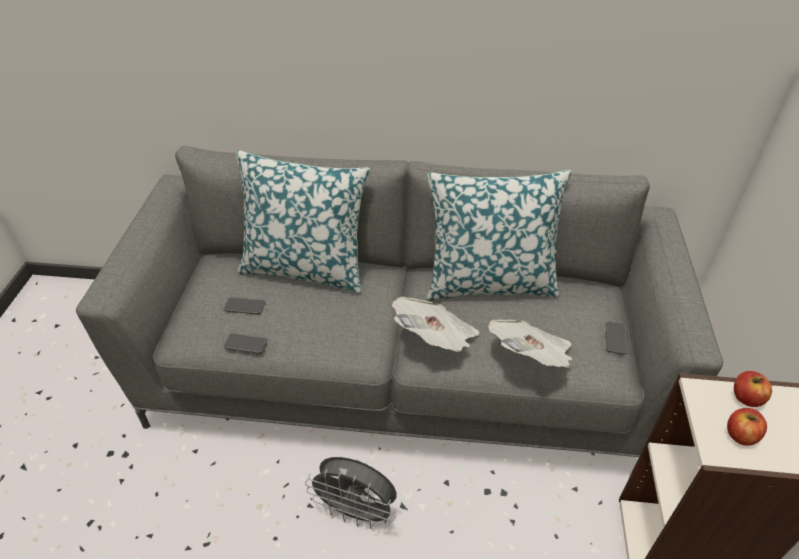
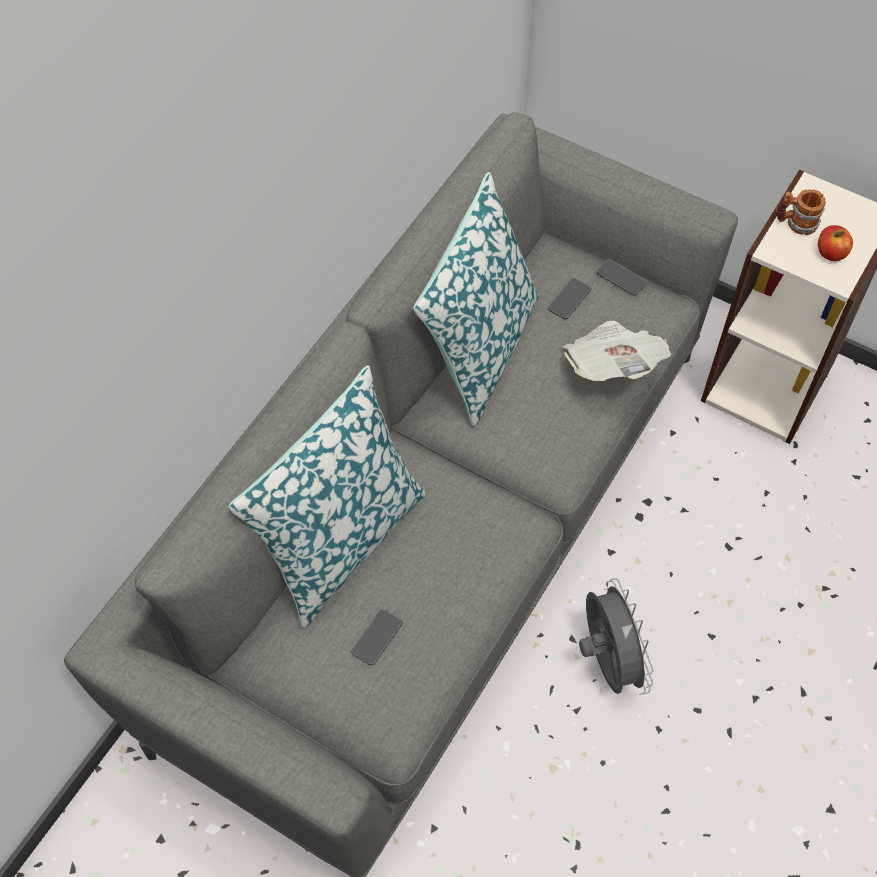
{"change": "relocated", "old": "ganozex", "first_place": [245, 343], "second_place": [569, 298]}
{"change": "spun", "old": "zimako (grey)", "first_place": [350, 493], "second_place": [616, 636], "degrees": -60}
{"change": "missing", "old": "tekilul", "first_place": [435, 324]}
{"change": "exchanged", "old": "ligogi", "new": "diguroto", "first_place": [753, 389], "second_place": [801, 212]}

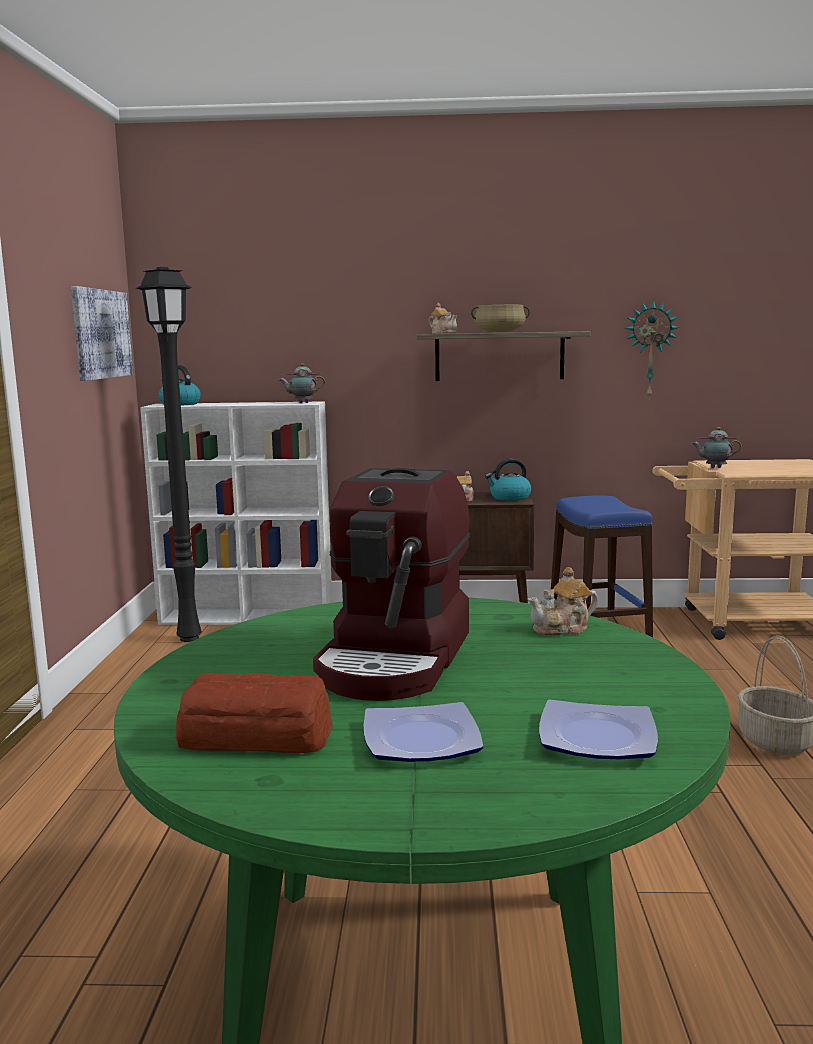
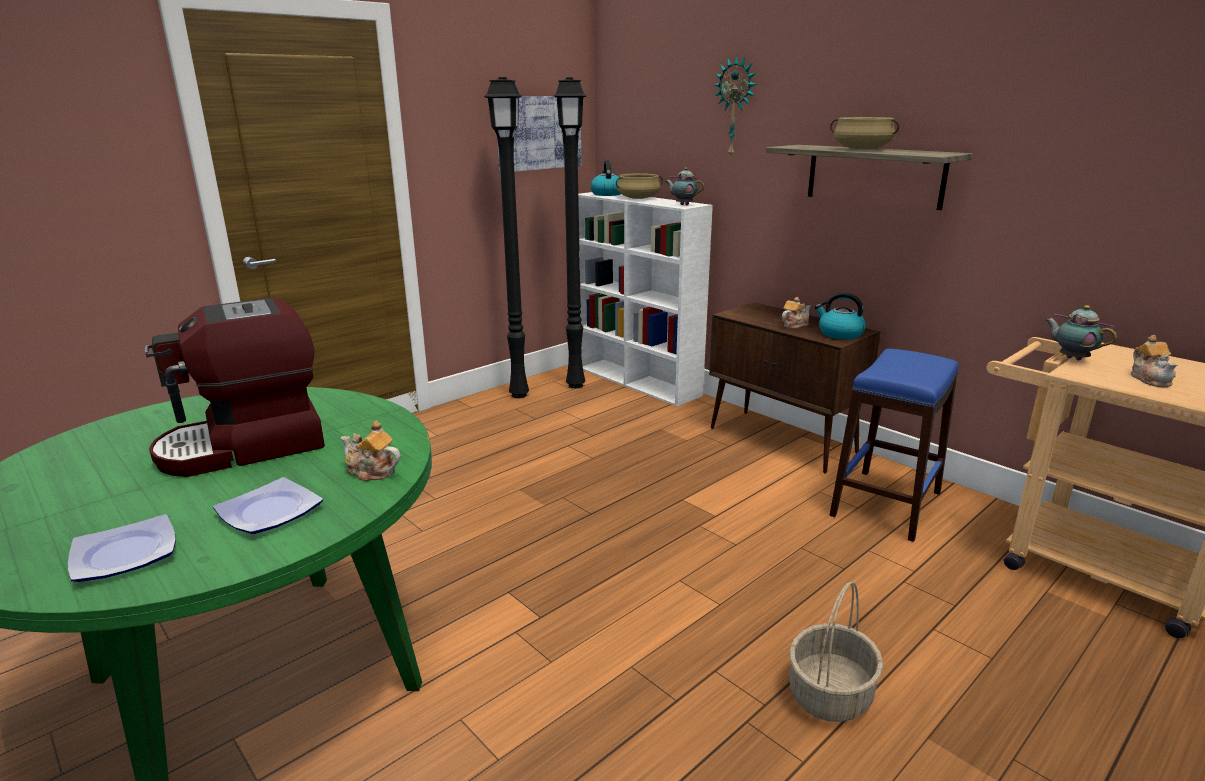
{"change": "missing", "old": "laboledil", "first_place": [254, 713]}
{"change": "relocated", "old": "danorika", "first_place": [423, 732], "second_place": [268, 505]}
{"change": "relocated", "old": "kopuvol", "first_place": [443, 318], "second_place": [1154, 361]}
{"change": "relocated", "old": "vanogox", "first_place": [652, 349], "second_place": [735, 106]}
{"change": "appeared", "new": "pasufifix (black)", "second_place": [506, 237]}
{"change": "appeared", "new": "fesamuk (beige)", "second_place": [639, 186]}

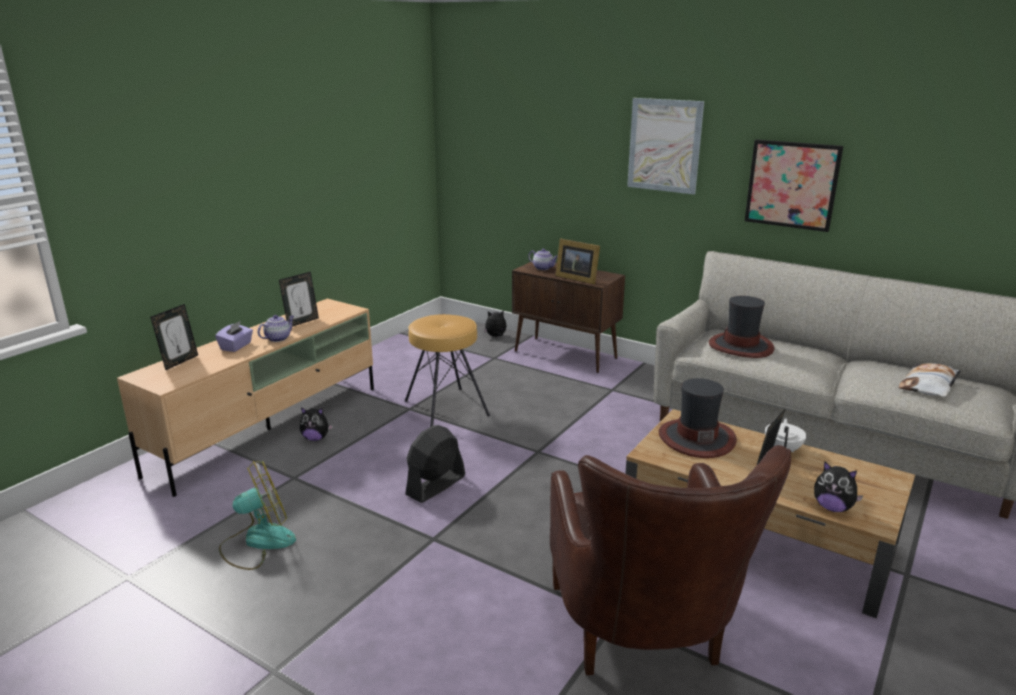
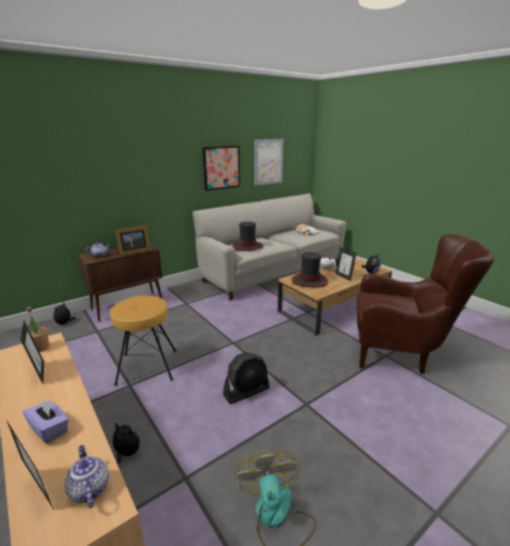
{"change": "relocated", "old": "kopuvol", "first_place": [276, 328], "second_place": [86, 476]}
{"change": "spun", "old": "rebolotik", "first_place": [316, 424], "second_place": [124, 443], "degrees": -90}
{"change": "spun", "old": "zimako (black)", "first_place": [435, 464], "second_place": [246, 378], "degrees": -90}
{"change": "relocated", "old": "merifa", "first_place": [665, 146], "second_place": [269, 162]}
{"change": "appeared", "new": "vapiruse", "second_place": [38, 329]}

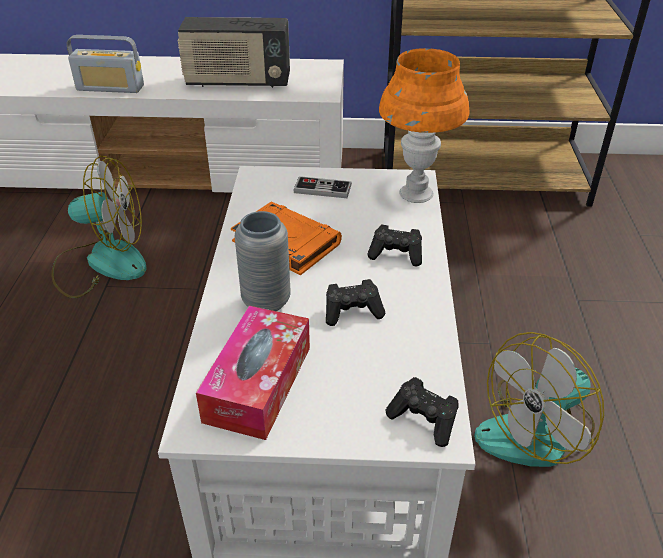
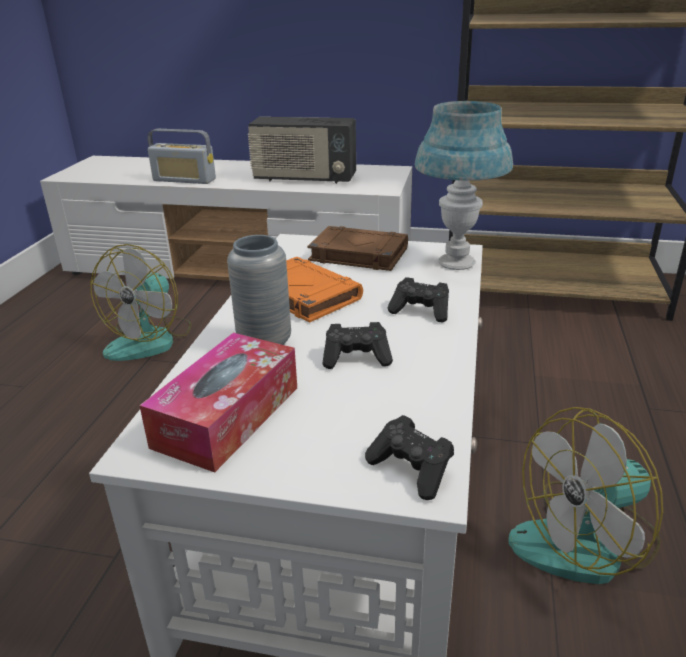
{"change": "spun", "old": "zimako", "first_place": [99, 227], "second_place": [140, 302], "degrees": 105}
{"change": "exchanged", "old": "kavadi", "new": "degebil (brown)", "first_place": [322, 187], "second_place": [357, 248]}
{"change": "colour", "old": "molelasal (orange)", "new": "molelasal (blue)", "first_place": [424, 125], "second_place": [464, 185]}

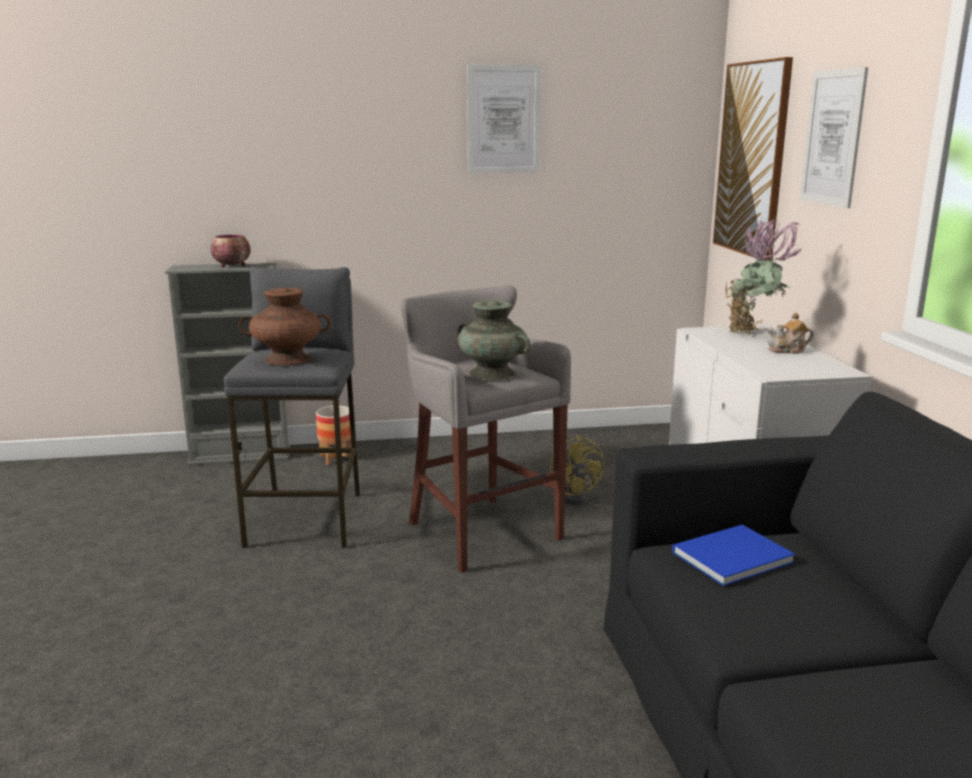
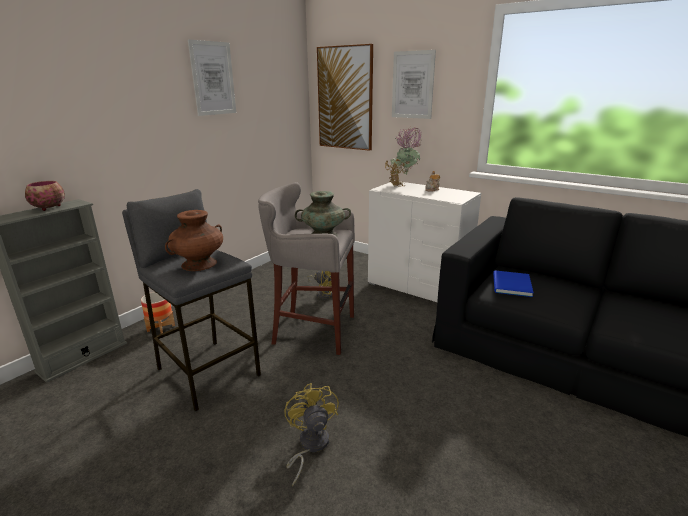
{"change": "appeared", "new": "zimako (yellow)", "second_place": [311, 434]}

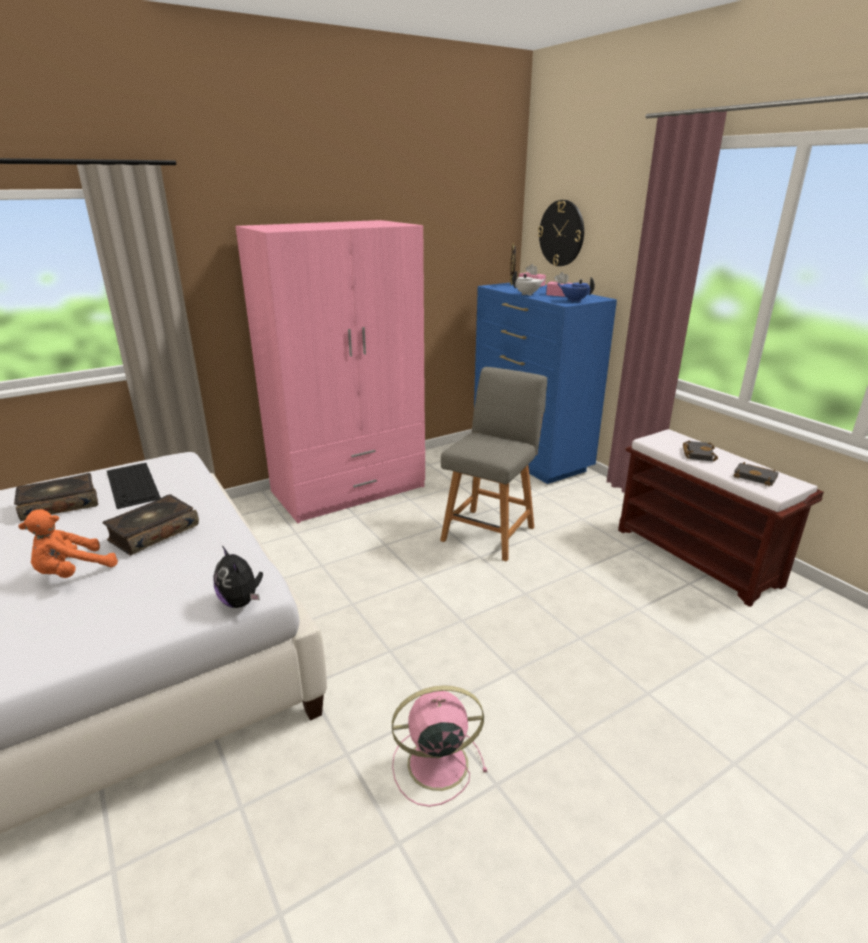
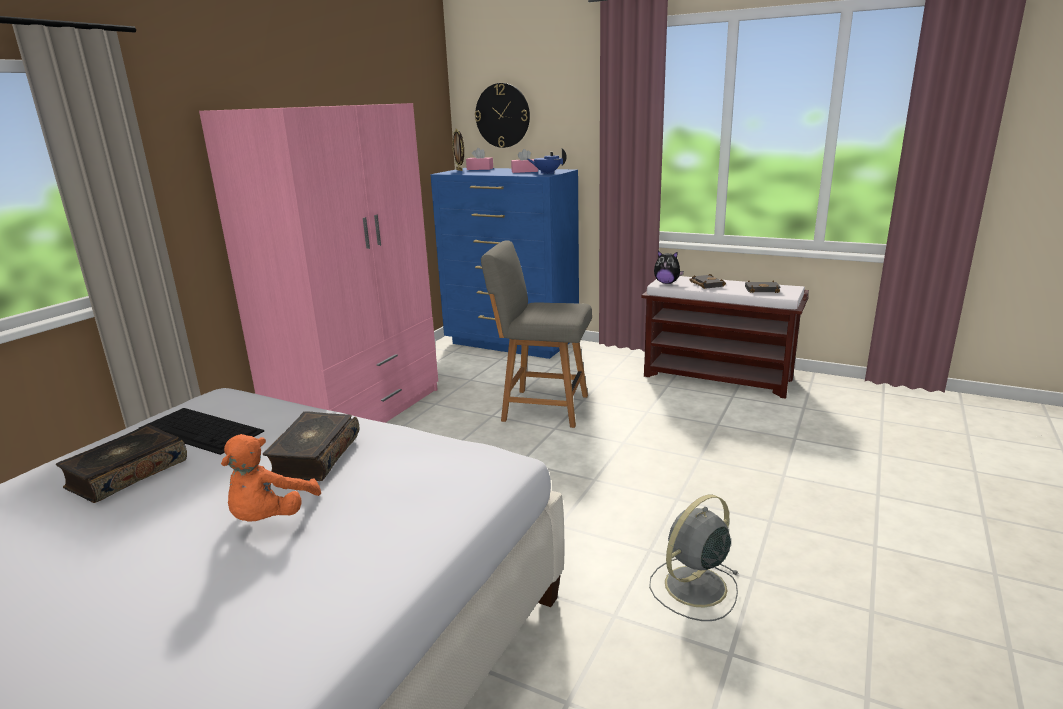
{"change": "relocated", "old": "rebolotik", "first_place": [238, 577], "second_place": [669, 267]}
{"change": "colour", "old": "zimako (pink)", "new": "zimako (grey)", "first_place": [439, 746], "second_place": [694, 558]}
{"change": "spun", "old": "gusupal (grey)", "first_place": [493, 464], "second_place": [536, 334], "degrees": -75}
{"change": "missing", "old": "kopuvol (white)", "first_place": [528, 283]}

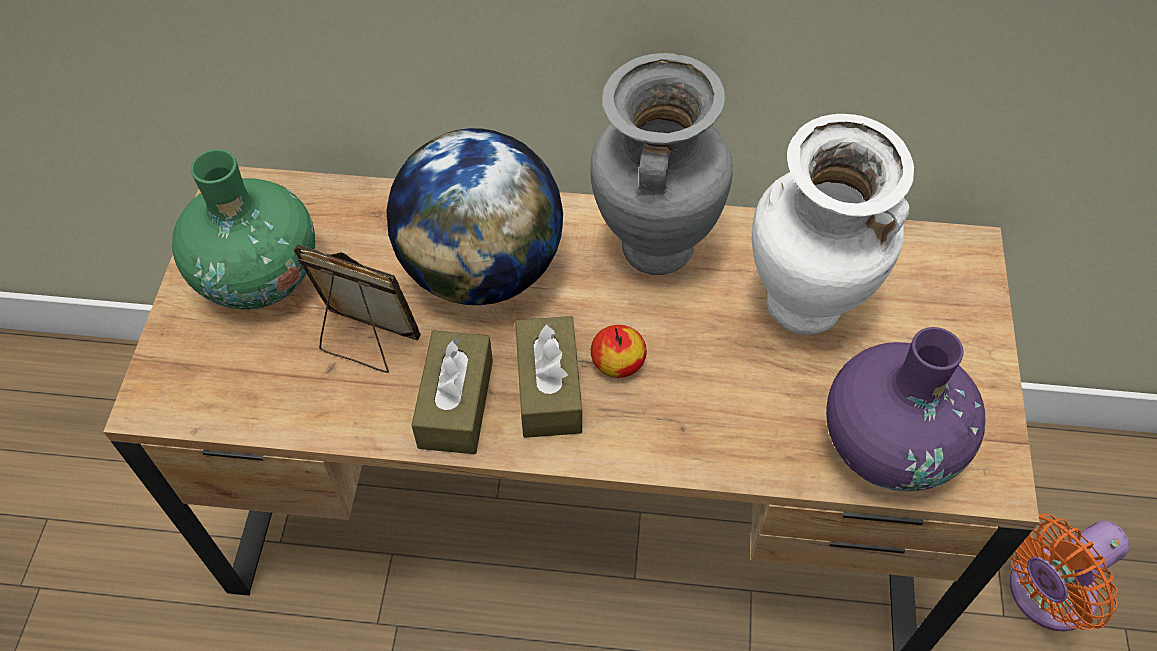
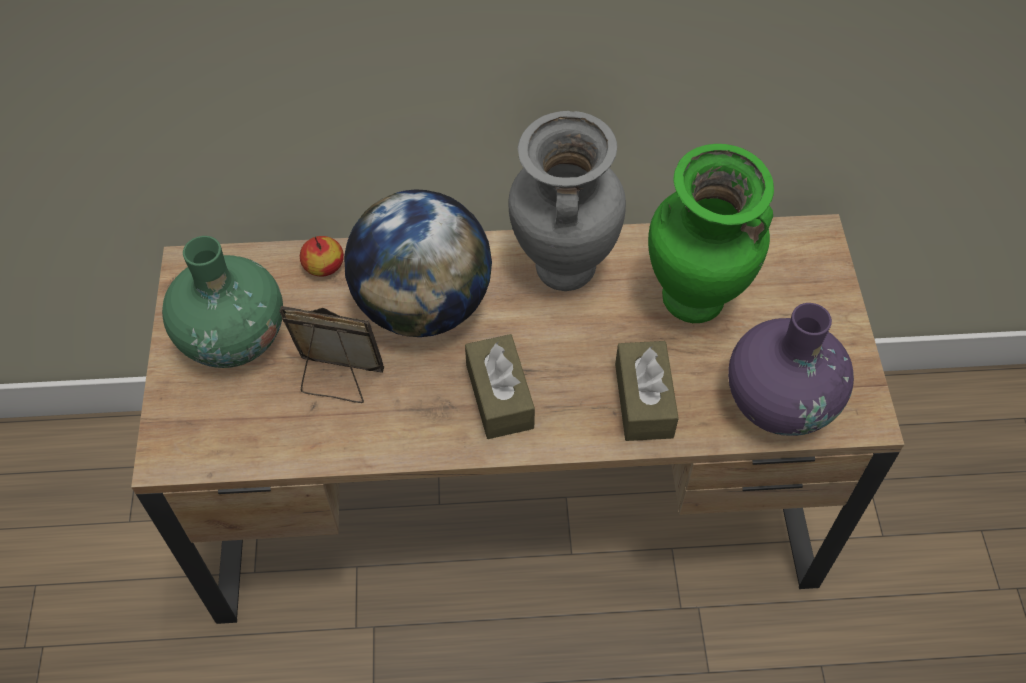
{"change": "relocated", "old": "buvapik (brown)", "first_place": [452, 392], "second_place": [647, 391]}
{"change": "relocated", "old": "ligogi", "first_place": [619, 351], "second_place": [322, 256]}
{"change": "colour", "old": "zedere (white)", "new": "zedere (green)", "first_place": [833, 224], "second_place": [711, 233]}
{"change": "missing", "old": "zimako (orange)", "first_place": [1069, 572]}

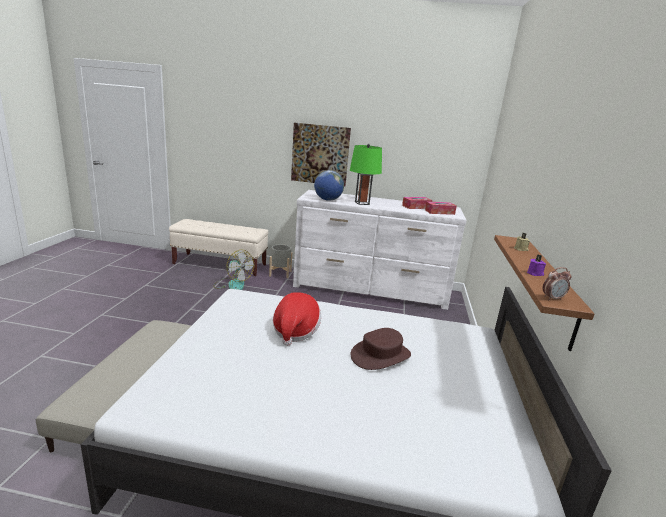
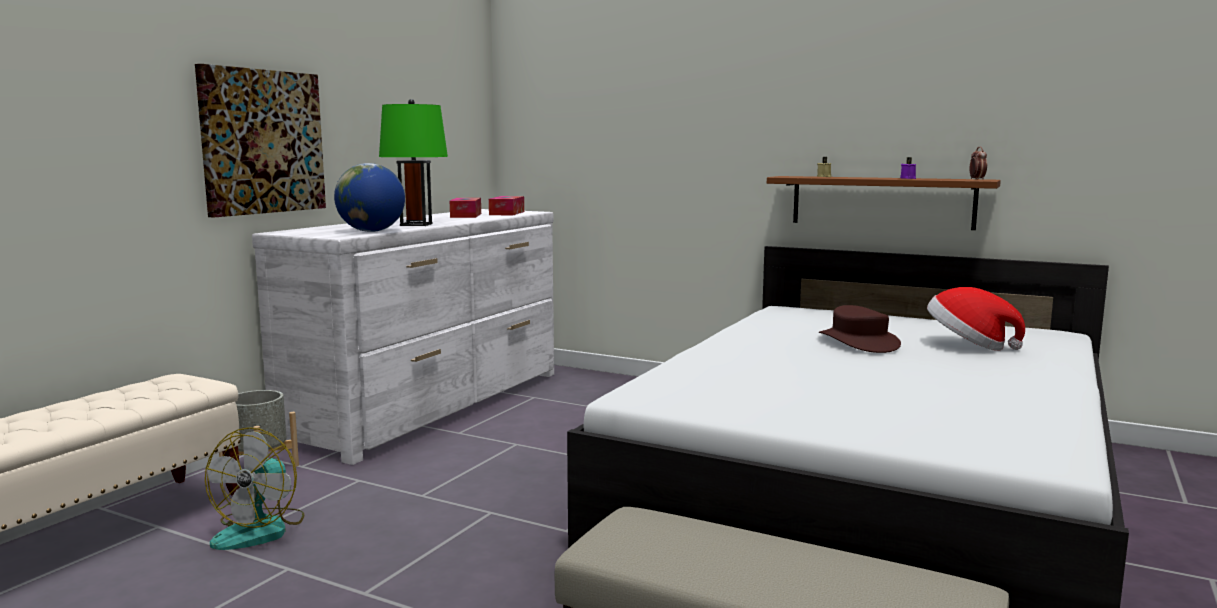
{"change": "spun", "old": "zimako", "first_place": [234, 270], "second_place": [254, 488], "degrees": 135}
{"change": "relocated", "old": "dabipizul", "first_place": [297, 319], "second_place": [976, 319]}

